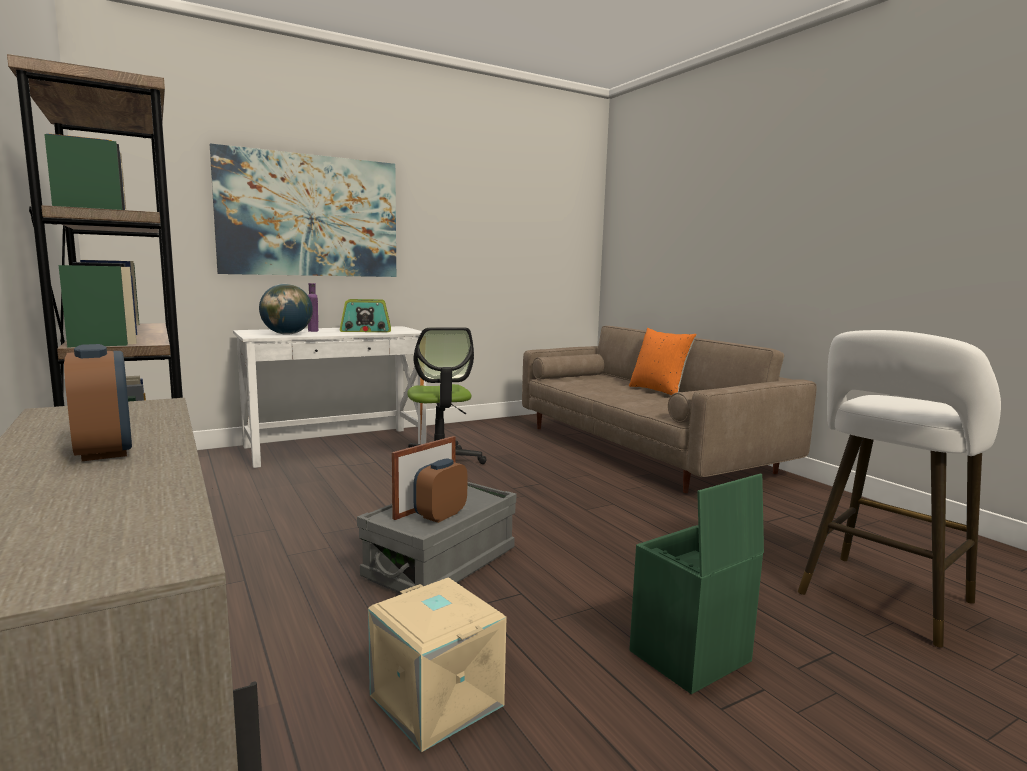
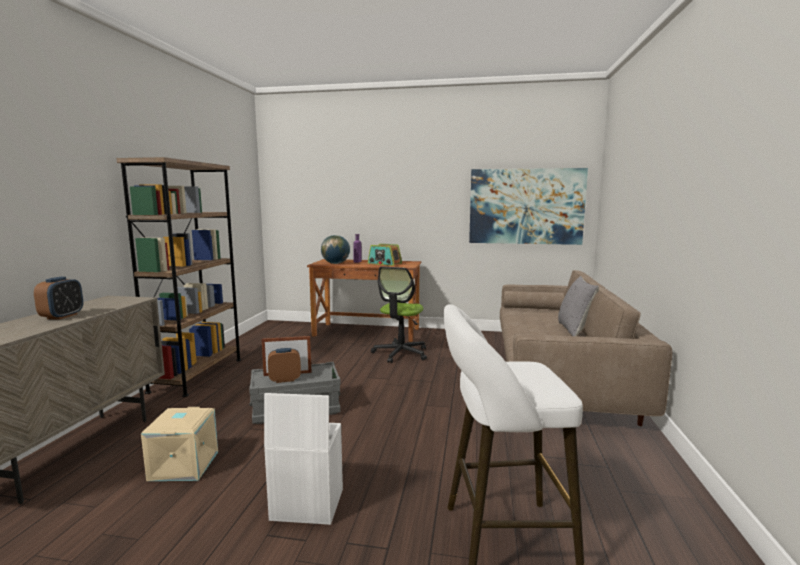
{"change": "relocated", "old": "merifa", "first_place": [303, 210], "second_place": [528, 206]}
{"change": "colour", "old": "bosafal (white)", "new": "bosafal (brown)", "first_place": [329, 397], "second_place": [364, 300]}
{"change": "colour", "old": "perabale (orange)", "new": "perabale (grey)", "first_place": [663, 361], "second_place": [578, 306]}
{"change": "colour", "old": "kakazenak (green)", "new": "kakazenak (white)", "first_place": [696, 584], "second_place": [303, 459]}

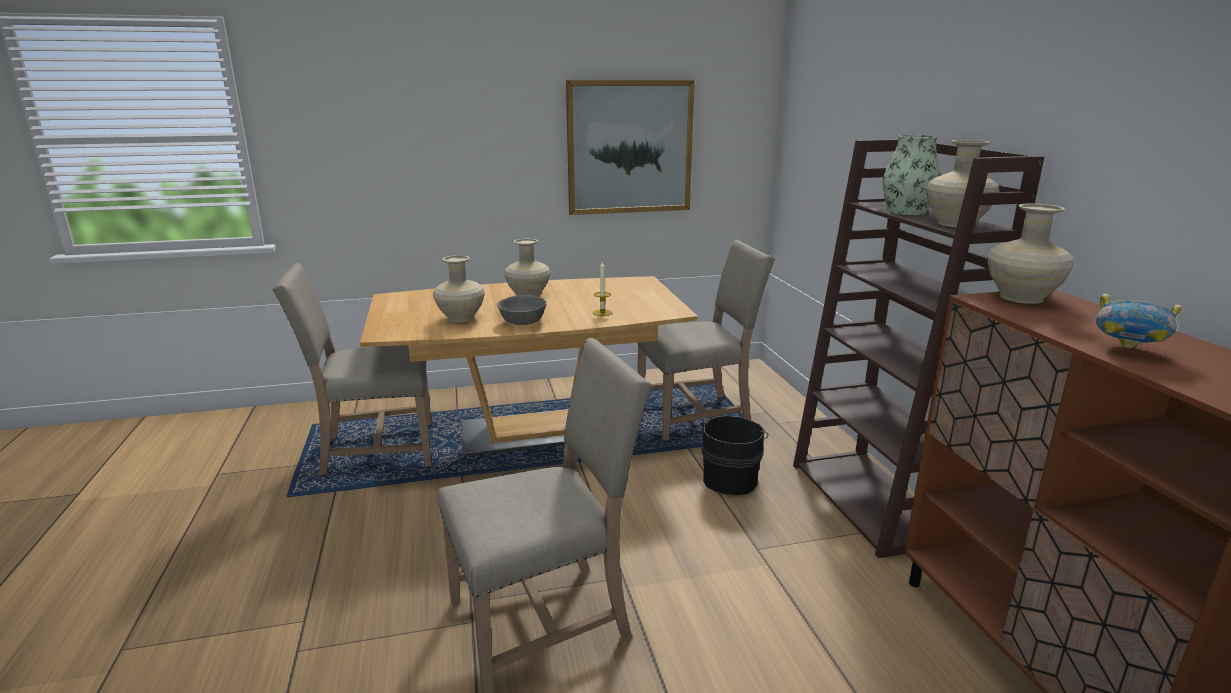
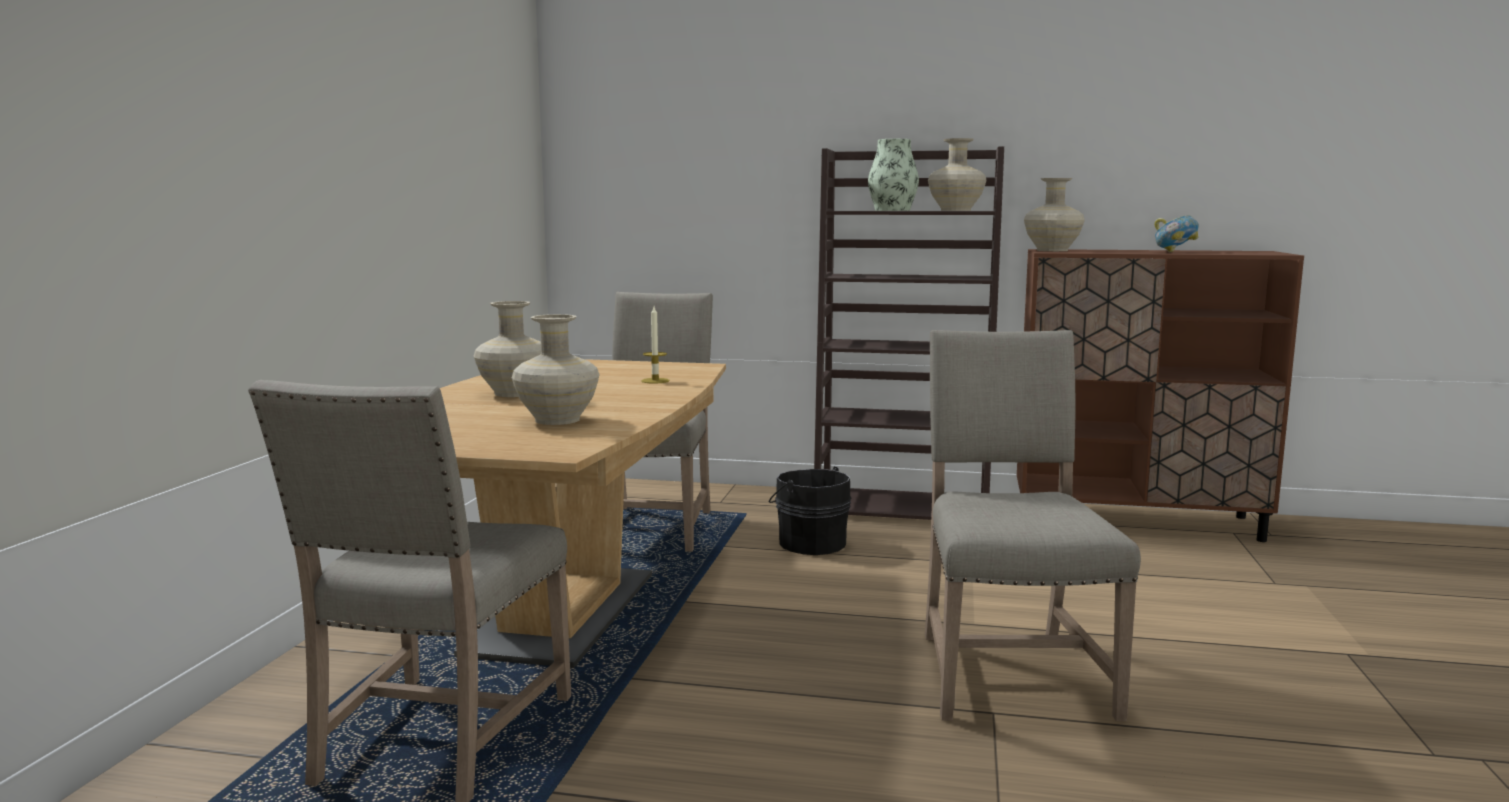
{"change": "missing", "old": "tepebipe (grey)", "first_place": [522, 310]}
{"change": "missing", "old": "merifa", "first_place": [630, 147]}

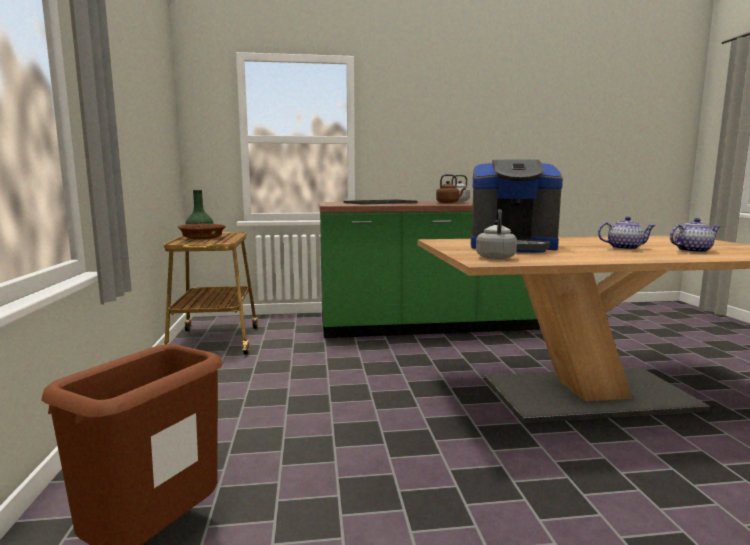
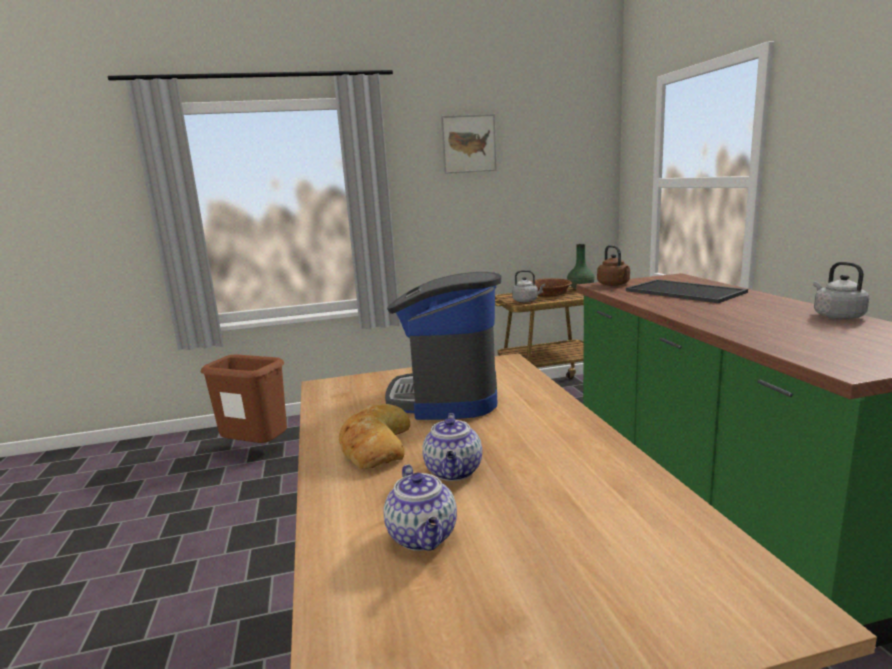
{"change": "relocated", "old": "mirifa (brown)", "first_place": [451, 188], "second_place": [613, 265]}
{"change": "relocated", "old": "mirifa (grey)", "first_place": [496, 234], "second_place": [528, 286]}
{"change": "appeared", "new": "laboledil", "second_place": [374, 436]}
{"change": "appeared", "new": "merifa", "second_place": [469, 144]}

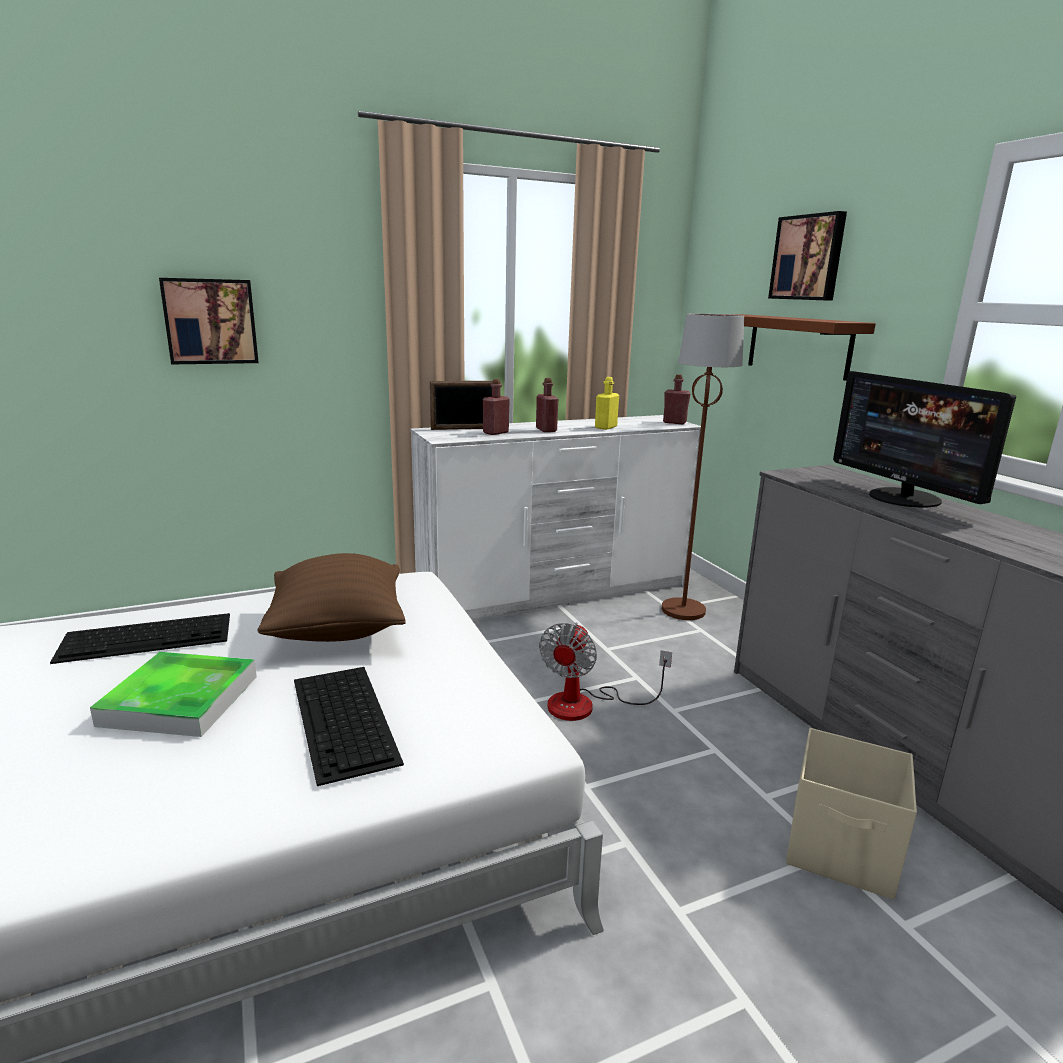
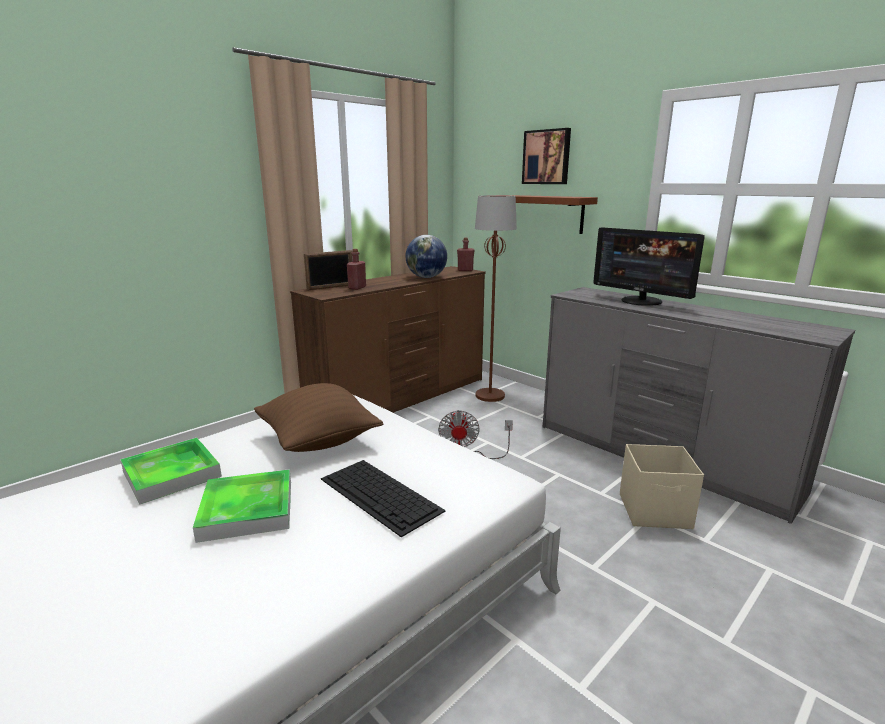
{"change": "exchanged", "old": "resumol", "new": "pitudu", "first_place": [140, 638], "second_place": [171, 471]}
{"change": "missing", "old": "merifa", "first_place": [209, 321]}
{"change": "colour", "old": "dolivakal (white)", "new": "dolivakal (brown)", "first_place": [555, 517], "second_place": [388, 339]}
{"change": "missing", "old": "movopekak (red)", "first_place": [547, 405]}
{"change": "exchanged", "old": "movopekak (yellow)", "new": "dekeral", "first_place": [607, 403], "second_place": [426, 256]}

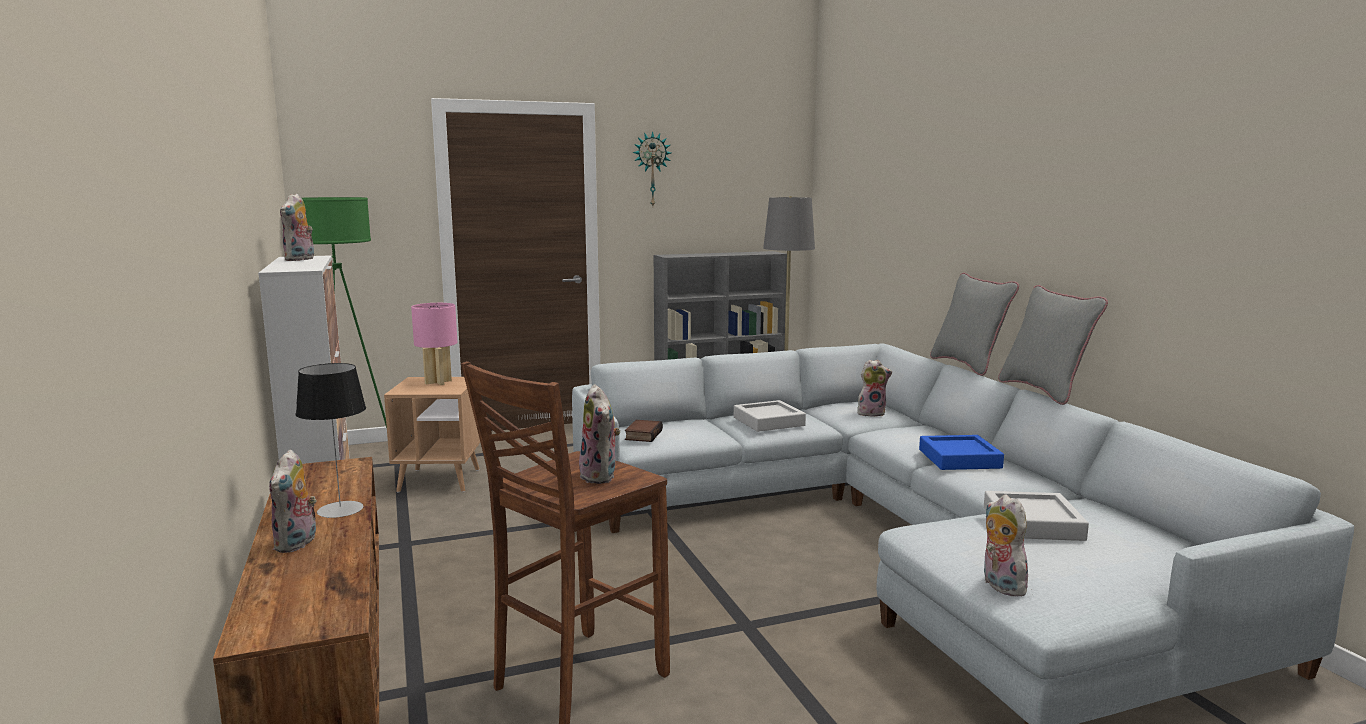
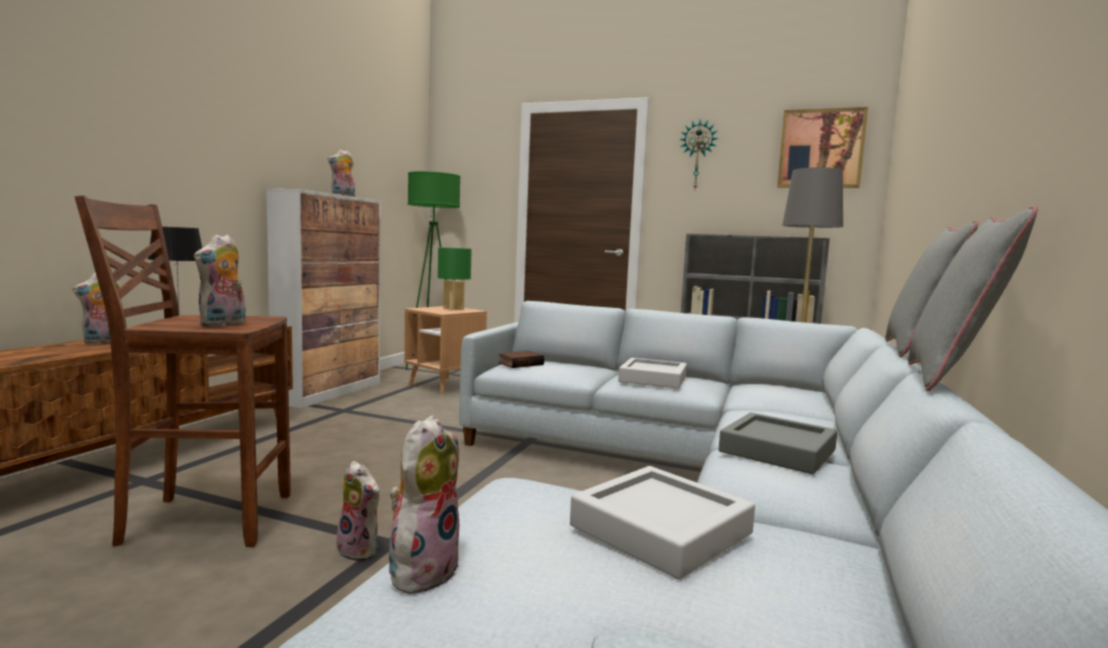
{"change": "colour", "old": "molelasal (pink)", "new": "molelasal (green)", "first_place": [434, 344], "second_place": [455, 278]}
{"change": "relocated", "old": "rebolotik", "first_place": [874, 388], "second_place": [357, 511]}
{"change": "colour", "old": "pitudu (blue)", "new": "pitudu (grey)", "first_place": [961, 452], "second_place": [778, 443]}
{"change": "appeared", "new": "merifa", "second_place": [822, 147]}

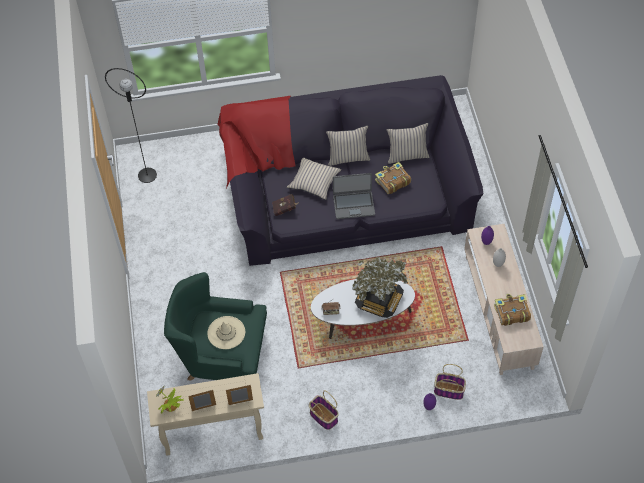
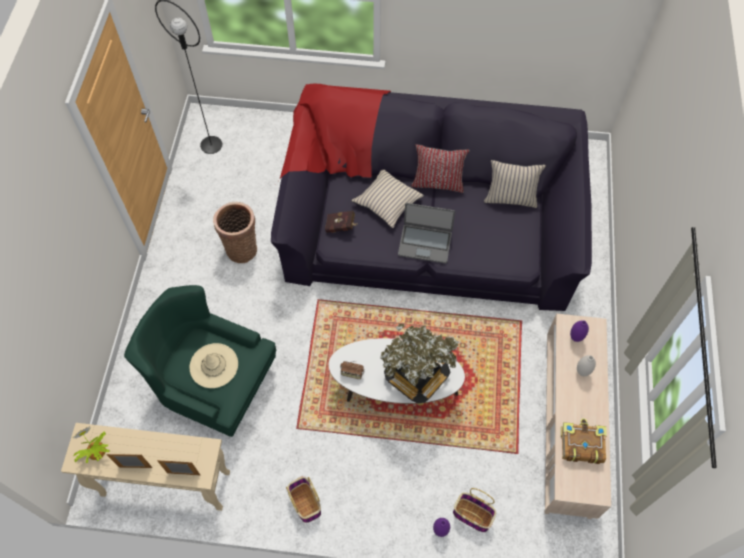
{"change": "colour", "old": "perabale (beige)", "new": "perabale (red)", "first_place": [348, 146], "second_place": [440, 168]}
{"change": "missing", "old": "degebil", "first_place": [393, 178]}
{"change": "appeared", "new": "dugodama", "second_place": [235, 232]}

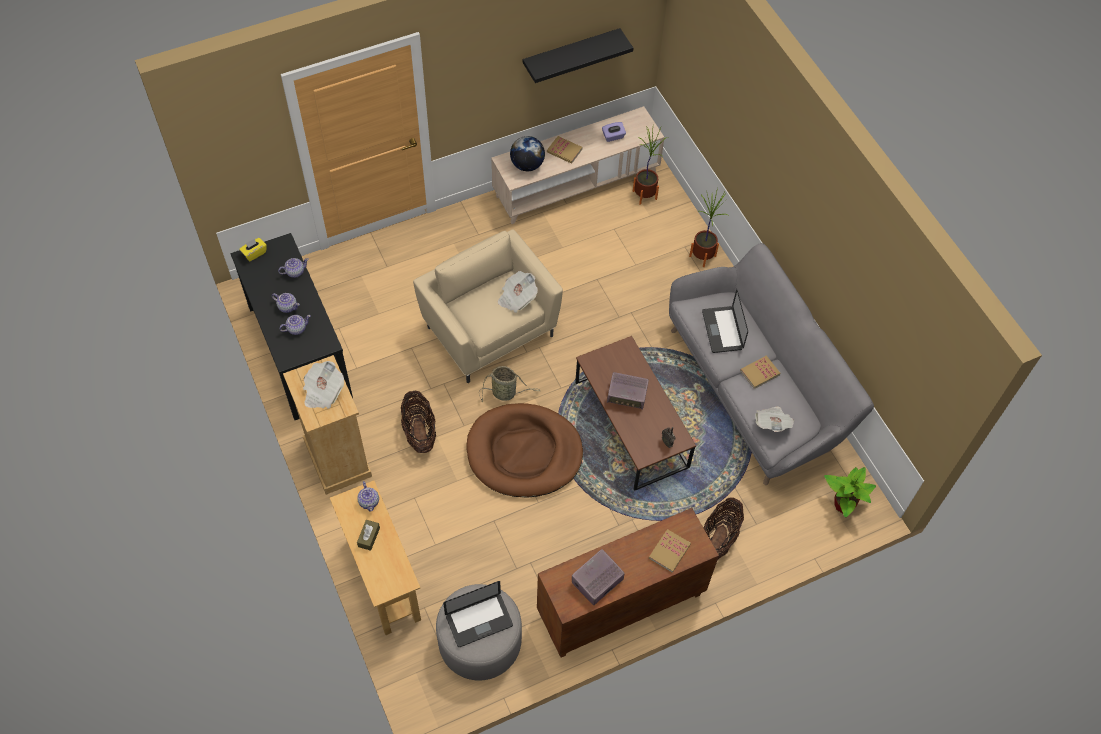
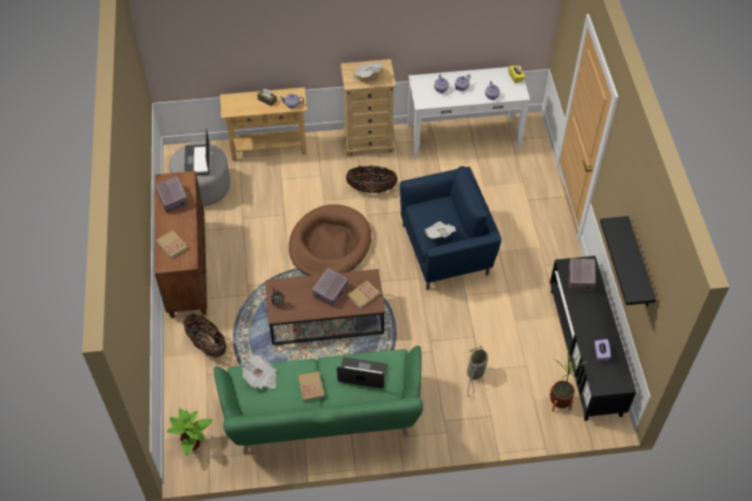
{"change": "colour", "old": "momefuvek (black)", "new": "momefuvek (white)", "first_place": [292, 326], "second_place": [469, 112]}
{"change": "colour", "old": "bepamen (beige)", "new": "bepamen (blue)", "first_place": [488, 306], "second_place": [451, 228]}
{"change": "relocated", "old": "dugodama", "first_place": [509, 384], "second_place": [477, 371]}
{"change": "colour", "old": "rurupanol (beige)", "new": "rurupanol (black)", "first_place": [578, 165], "second_place": [593, 338]}
{"change": "exchanged", "old": "dekeral", "new": "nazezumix", "first_place": [527, 153], "second_place": [582, 275]}
{"change": "relocated", "old": "degebil", "first_place": [564, 150], "second_place": [363, 295]}
{"change": "colour", "old": "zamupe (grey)", "new": "zamupe (green)", "first_place": [771, 364], "second_place": [318, 400]}
{"change": "missing", "old": "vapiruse", "first_place": [709, 227]}

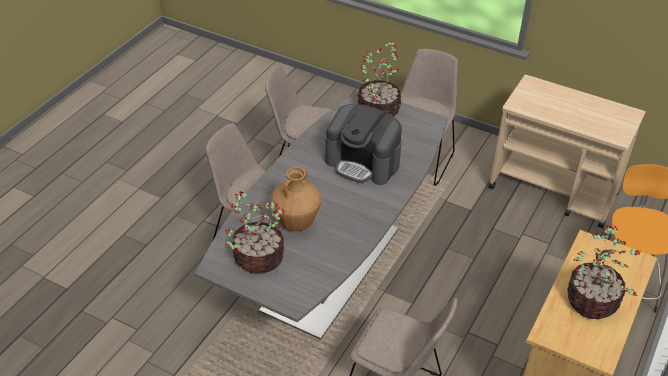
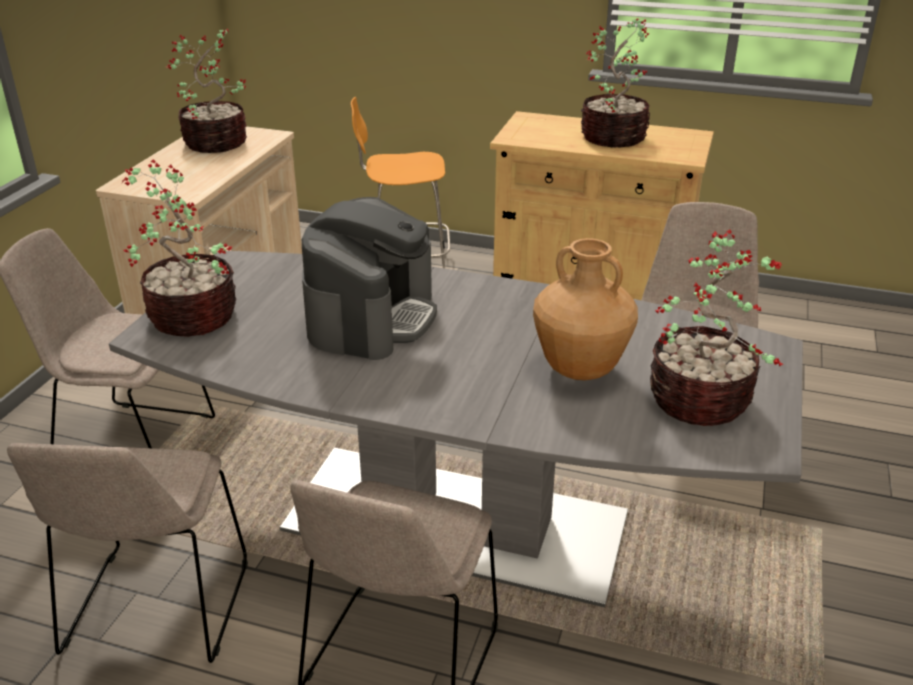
{"change": "appeared", "new": "vapiruse", "second_place": [206, 91]}

